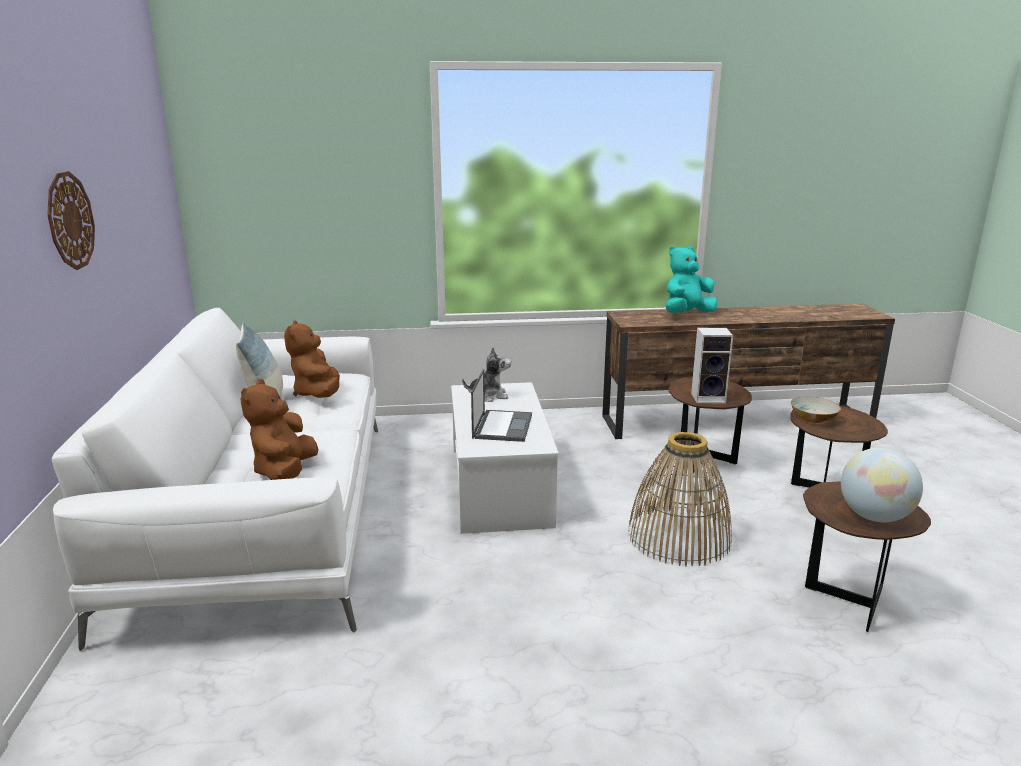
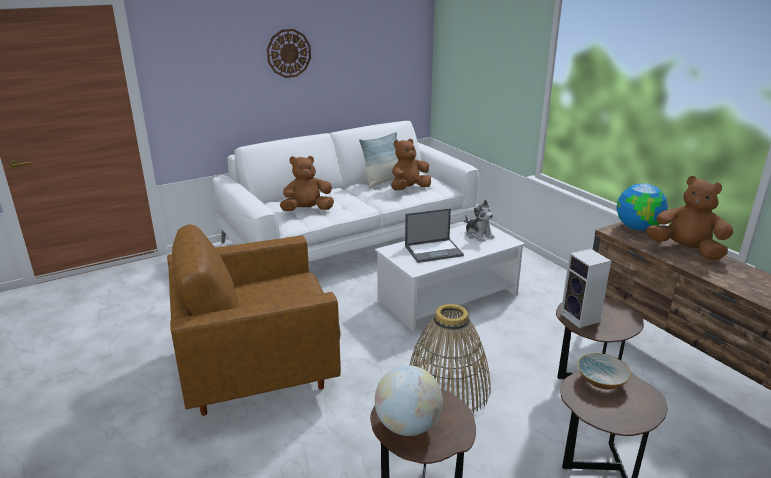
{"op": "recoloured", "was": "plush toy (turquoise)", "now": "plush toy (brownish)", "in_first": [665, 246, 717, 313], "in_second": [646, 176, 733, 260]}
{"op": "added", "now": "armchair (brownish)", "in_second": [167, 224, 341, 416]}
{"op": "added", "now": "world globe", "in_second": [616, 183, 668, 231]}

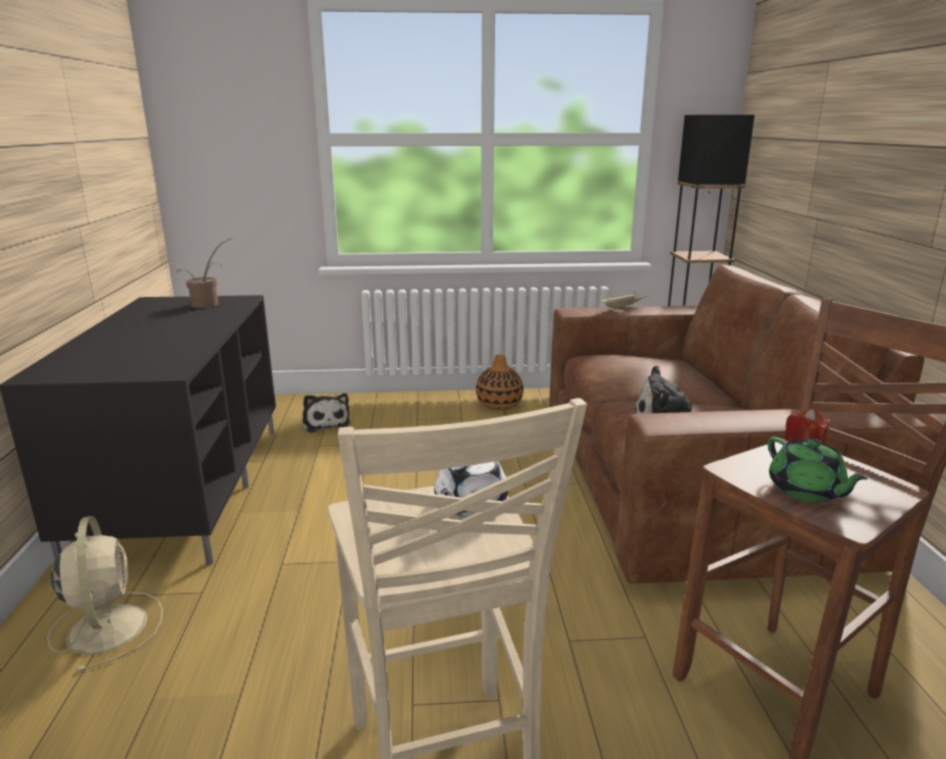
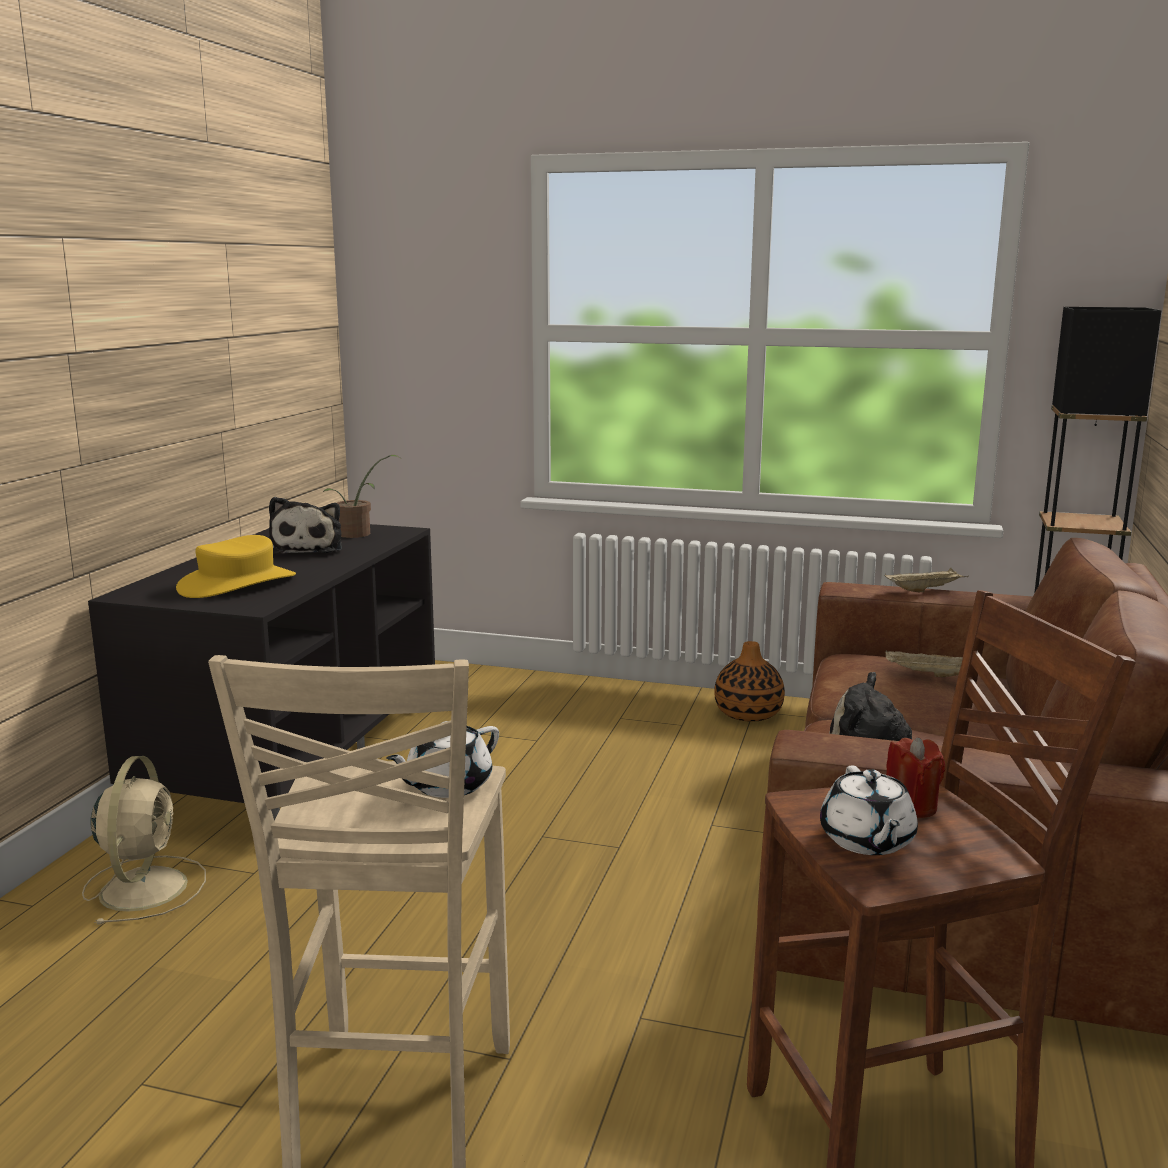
{"op": "moved", "was": "plush toy", "in_first": [303, 393, 350, 433], "in_second": [269, 497, 342, 554]}
{"op": "recoloured", "was": "tea pot (greenish)", "now": "tea pot (white-coloured)", "in_first": [768, 437, 868, 503], "in_second": [820, 765, 918, 855]}
{"op": "added", "now": "clothing hat (yellow)", "in_second": [176, 535, 296, 598]}
{"op": "added", "now": "tray (sand-coloured)", "in_second": [885, 650, 963, 677]}

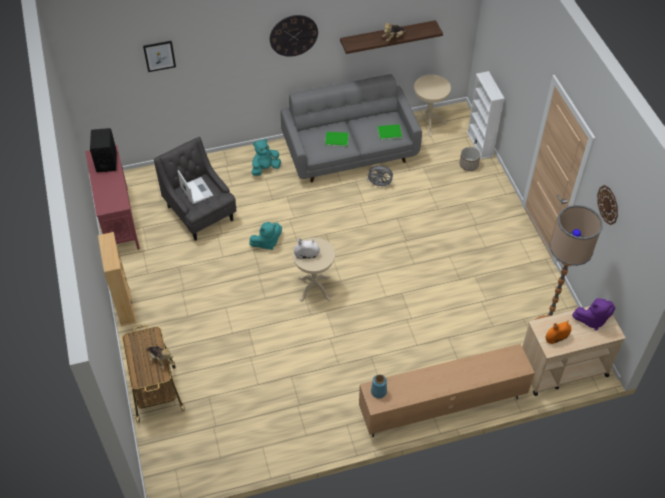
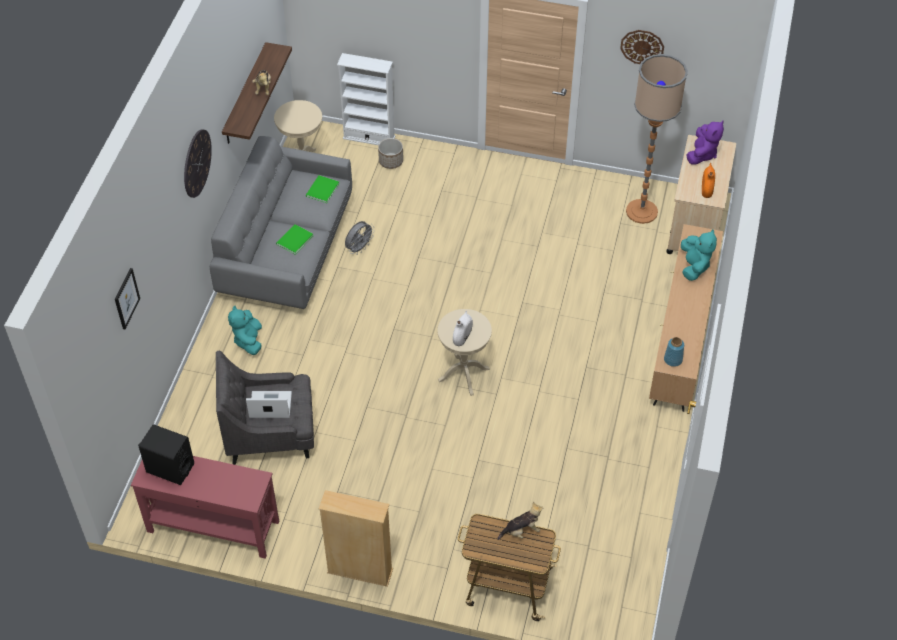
{"op": "moved", "was": "plush toy (turquoise)", "in_first": [249, 222, 282, 250], "in_second": [681, 229, 717, 281]}

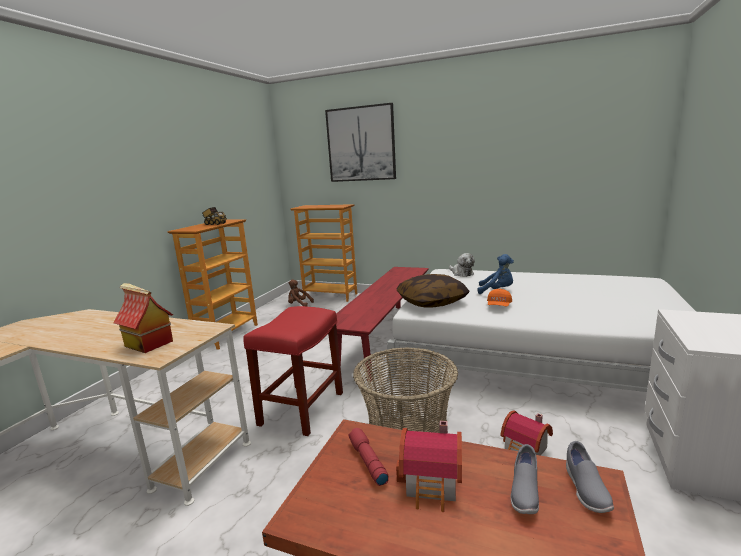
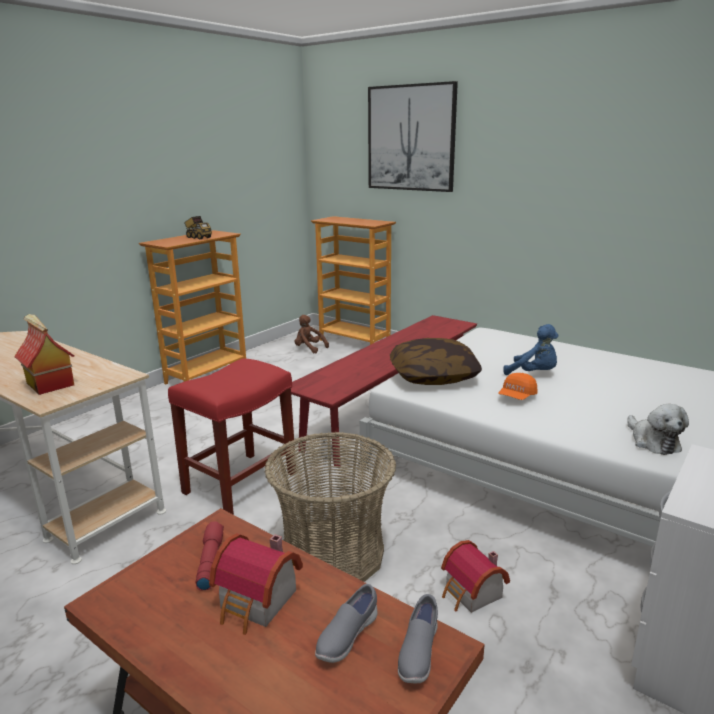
{"op": "moved", "was": "plush toy", "in_first": [449, 253, 475, 277], "in_second": [627, 404, 689, 455]}

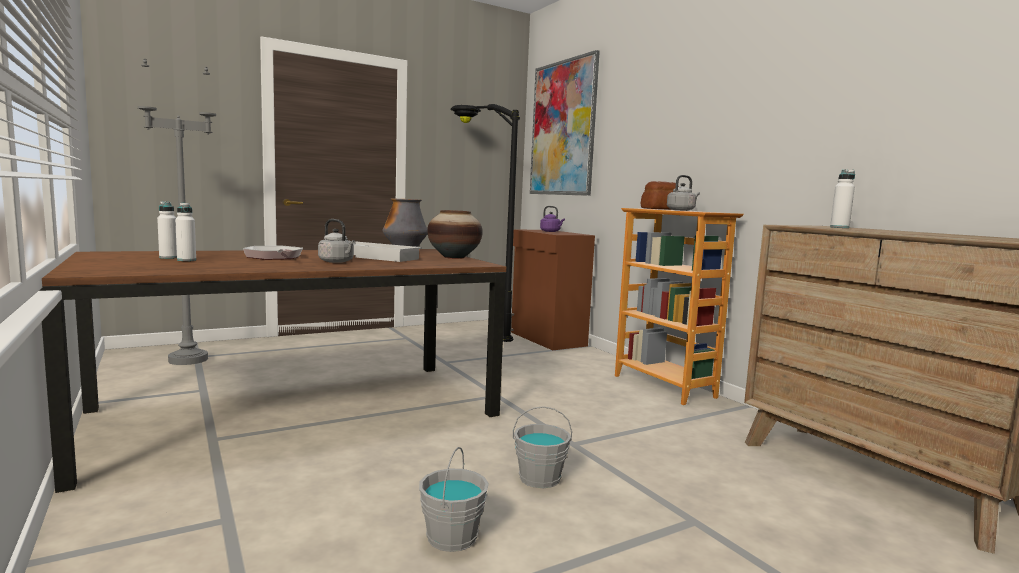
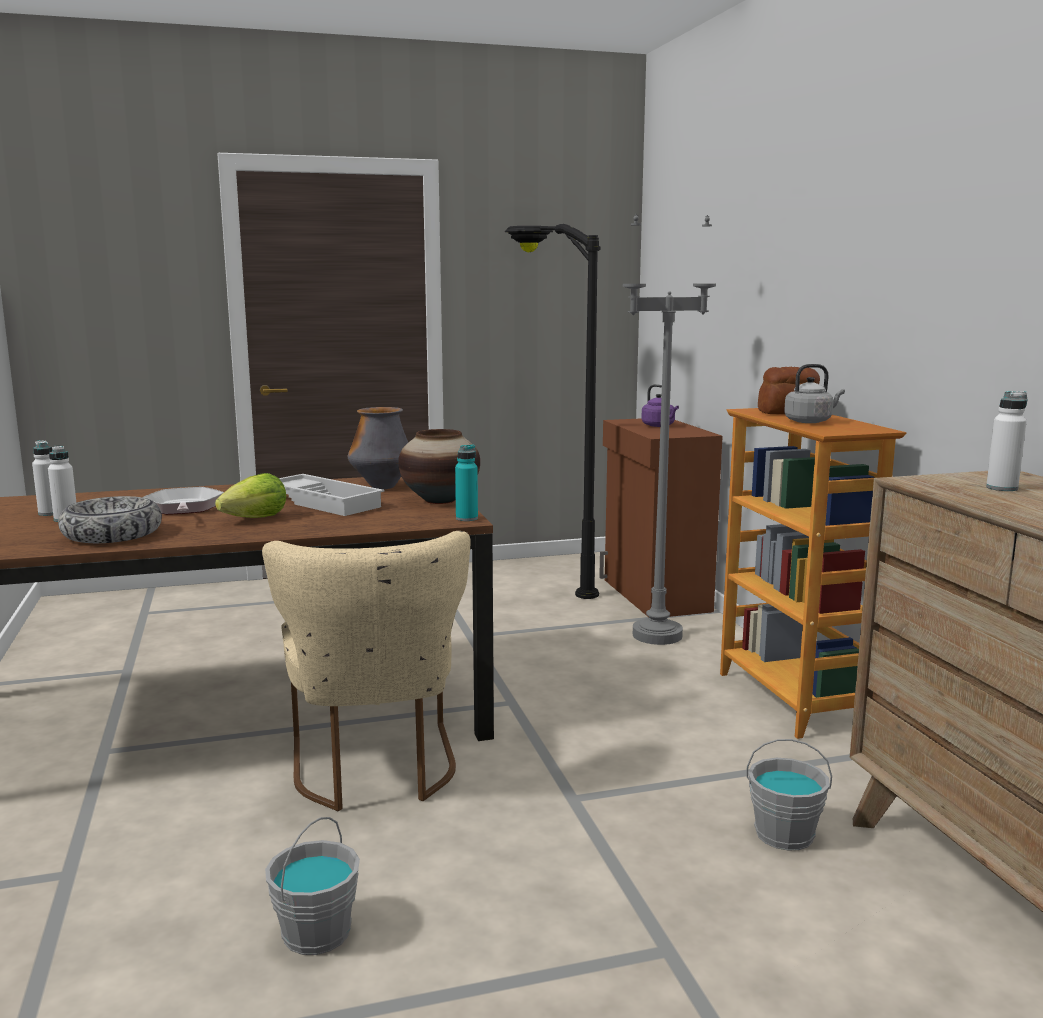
{"op": "moved", "was": "floor lamp (greyish)", "in_first": [138, 58, 216, 365], "in_second": [623, 214, 716, 645]}
{"op": "replaced", "was": "water kettle (greyish)", "now": "lettuce head", "in_first": [318, 219, 355, 263], "in_second": [215, 473, 286, 518]}
{"op": "moved", "was": "water bucket (greyish)", "in_first": [513, 406, 572, 488], "in_second": [746, 739, 832, 851]}
{"op": "removed", "was": "picture", "in_first": [530, 50, 600, 196]}
{"op": "added", "now": "deep dish", "in_second": [58, 496, 162, 543]}
{"op": "added", "now": "chair (sand-coloured)", "in_second": [262, 531, 470, 811]}
{"op": "added", "now": "bottle (turquoise)", "in_second": [455, 444, 478, 521]}

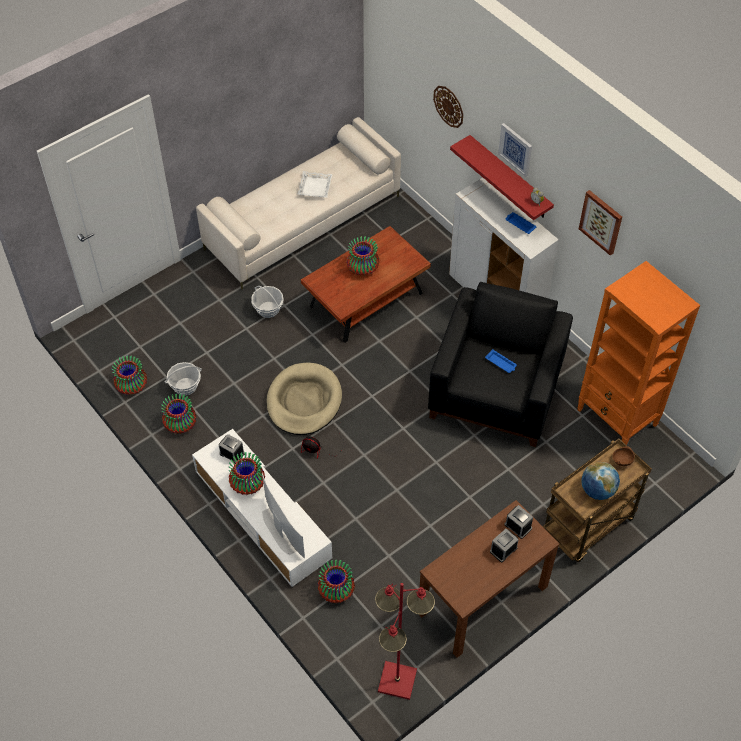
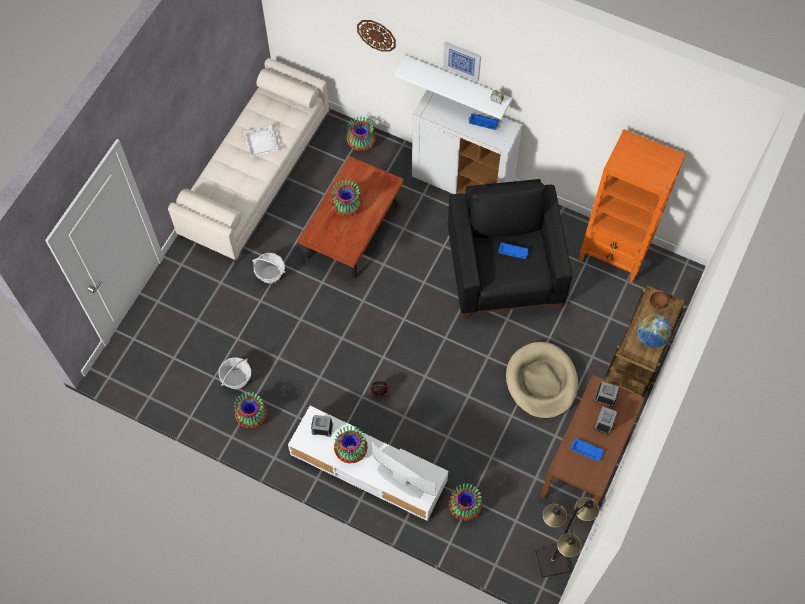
{"op": "moved", "was": "flower vase", "in_first": [112, 355, 147, 395], "in_second": [347, 116, 376, 151]}
{"op": "moved", "was": "pet bed (sand-coloured)", "in_first": [267, 363, 342, 435], "in_second": [506, 342, 578, 419]}
{"op": "recoloured", "was": "floor lamp (reddish)", "now": "floor lamp (black)", "in_first": [375, 583, 435, 700], "in_second": [535, 497, 599, 578]}
{"op": "recoloured", "was": "bracket shelf (reddish)", "now": "bracket shelf (white-coloured)", "in_first": [450, 135, 554, 220], "in_second": [394, 55, 512, 119]}
{"op": "removed", "was": "picture", "in_first": [579, 190, 622, 256]}
{"op": "added", "now": "tray (blue-coloured)", "in_second": [571, 438, 604, 461]}

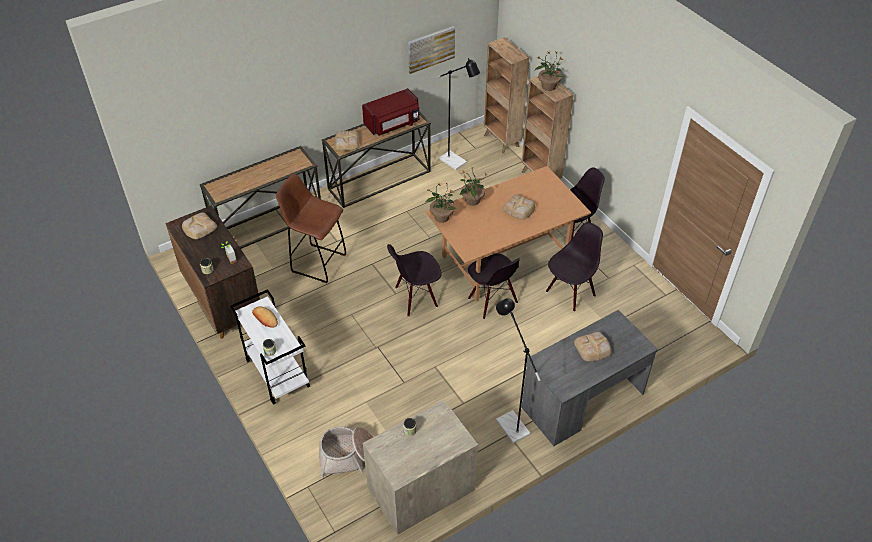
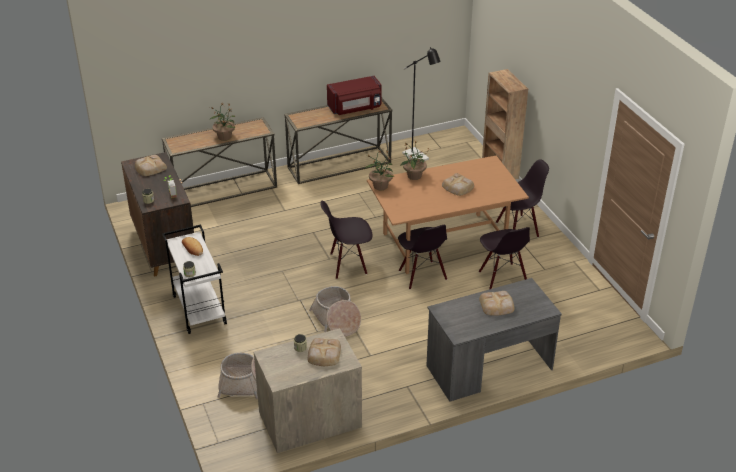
{"op": "removed", "was": "stool (brownish)", "in_first": [276, 174, 346, 283]}
{"op": "moved", "was": "bakery bread", "in_first": [334, 130, 359, 151], "in_second": [308, 338, 341, 366]}
{"op": "removed", "was": "picture", "in_first": [408, 26, 455, 74]}
{"op": "removed", "was": "bookcase (brownish)", "in_first": [484, 37, 529, 153]}
{"op": "removed", "was": "floor lamp (black)", "in_first": [496, 298, 541, 443]}
{"op": "moved", "was": "houseplant", "in_first": [535, 51, 564, 91], "in_second": [209, 102, 236, 141]}
{"op": "turned", "was": "chair (black)", "in_first": [546, 222, 603, 312], "in_second": [479, 227, 530, 289], "clockwise": 105}
{"op": "added", "now": "storage basket", "in_second": [309, 286, 361, 337]}

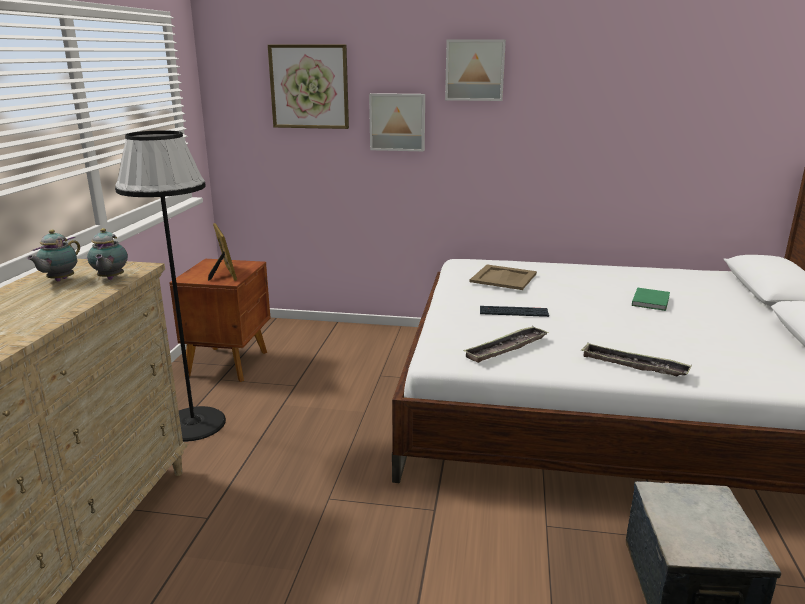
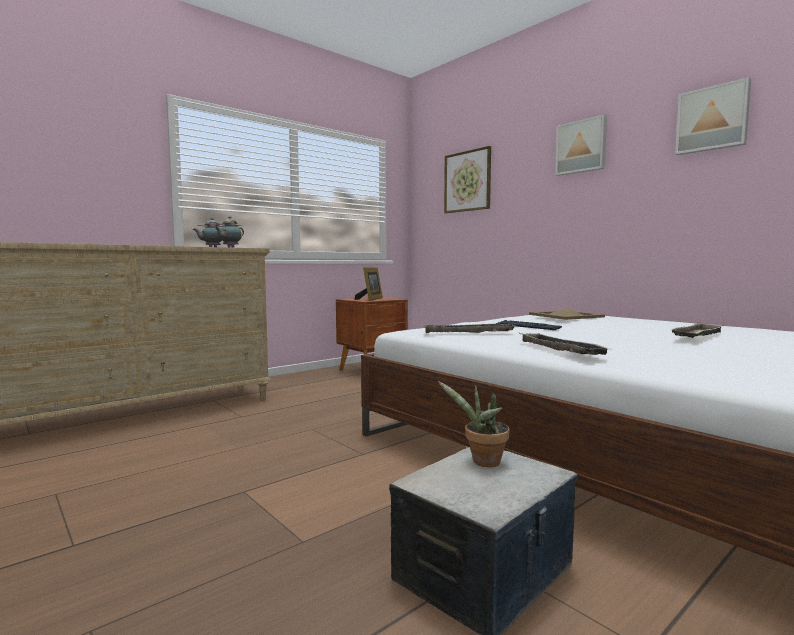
{"op": "removed", "was": "floor lamp (black)", "in_first": [115, 130, 226, 442]}
{"op": "moved", "was": "picture", "in_first": [369, 93, 425, 151], "in_second": [675, 77, 751, 155]}
{"op": "replaced", "was": "book (greenish)", "now": "tray", "in_first": [632, 288, 670, 311], "in_second": [671, 322, 723, 338]}
{"op": "added", "now": "houseplant", "in_second": [438, 381, 510, 467]}

